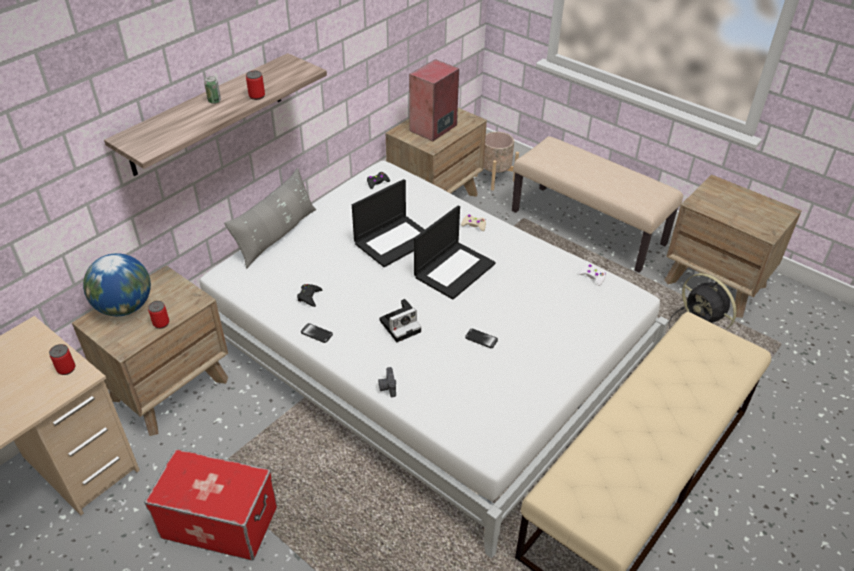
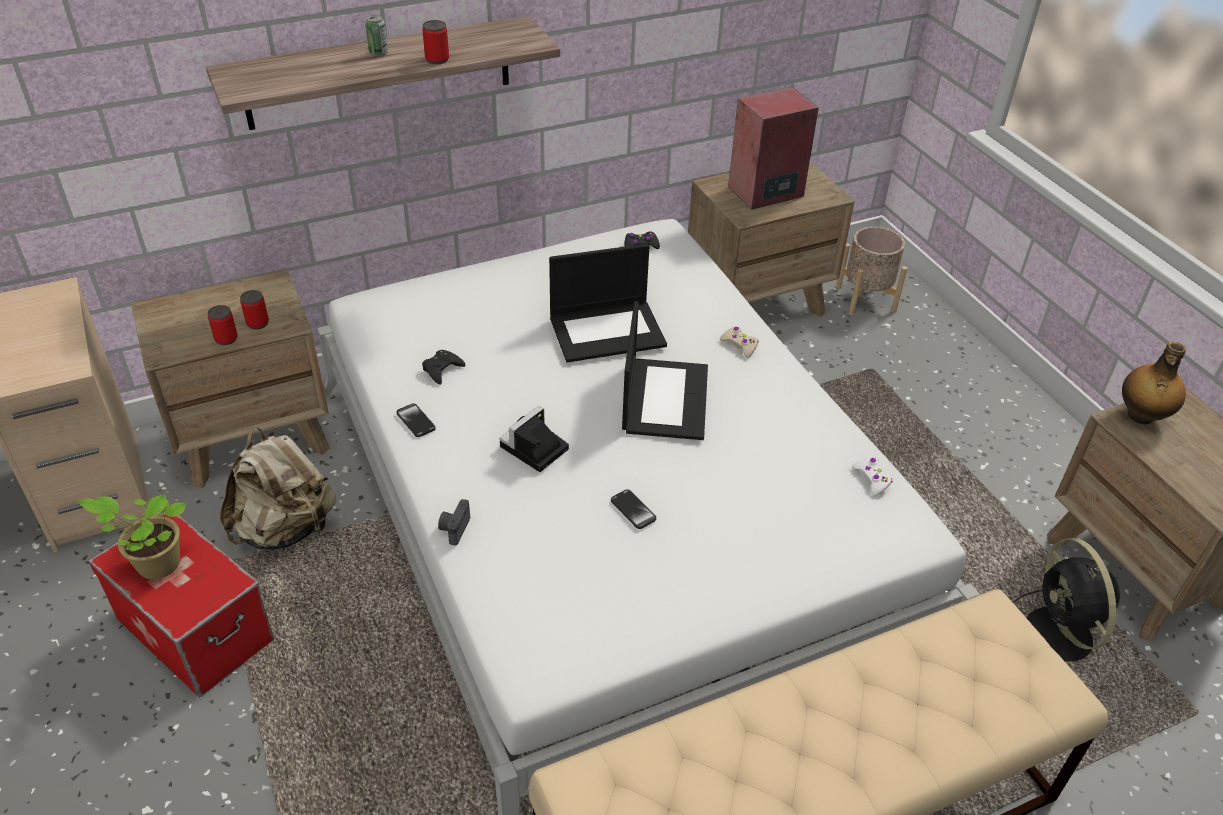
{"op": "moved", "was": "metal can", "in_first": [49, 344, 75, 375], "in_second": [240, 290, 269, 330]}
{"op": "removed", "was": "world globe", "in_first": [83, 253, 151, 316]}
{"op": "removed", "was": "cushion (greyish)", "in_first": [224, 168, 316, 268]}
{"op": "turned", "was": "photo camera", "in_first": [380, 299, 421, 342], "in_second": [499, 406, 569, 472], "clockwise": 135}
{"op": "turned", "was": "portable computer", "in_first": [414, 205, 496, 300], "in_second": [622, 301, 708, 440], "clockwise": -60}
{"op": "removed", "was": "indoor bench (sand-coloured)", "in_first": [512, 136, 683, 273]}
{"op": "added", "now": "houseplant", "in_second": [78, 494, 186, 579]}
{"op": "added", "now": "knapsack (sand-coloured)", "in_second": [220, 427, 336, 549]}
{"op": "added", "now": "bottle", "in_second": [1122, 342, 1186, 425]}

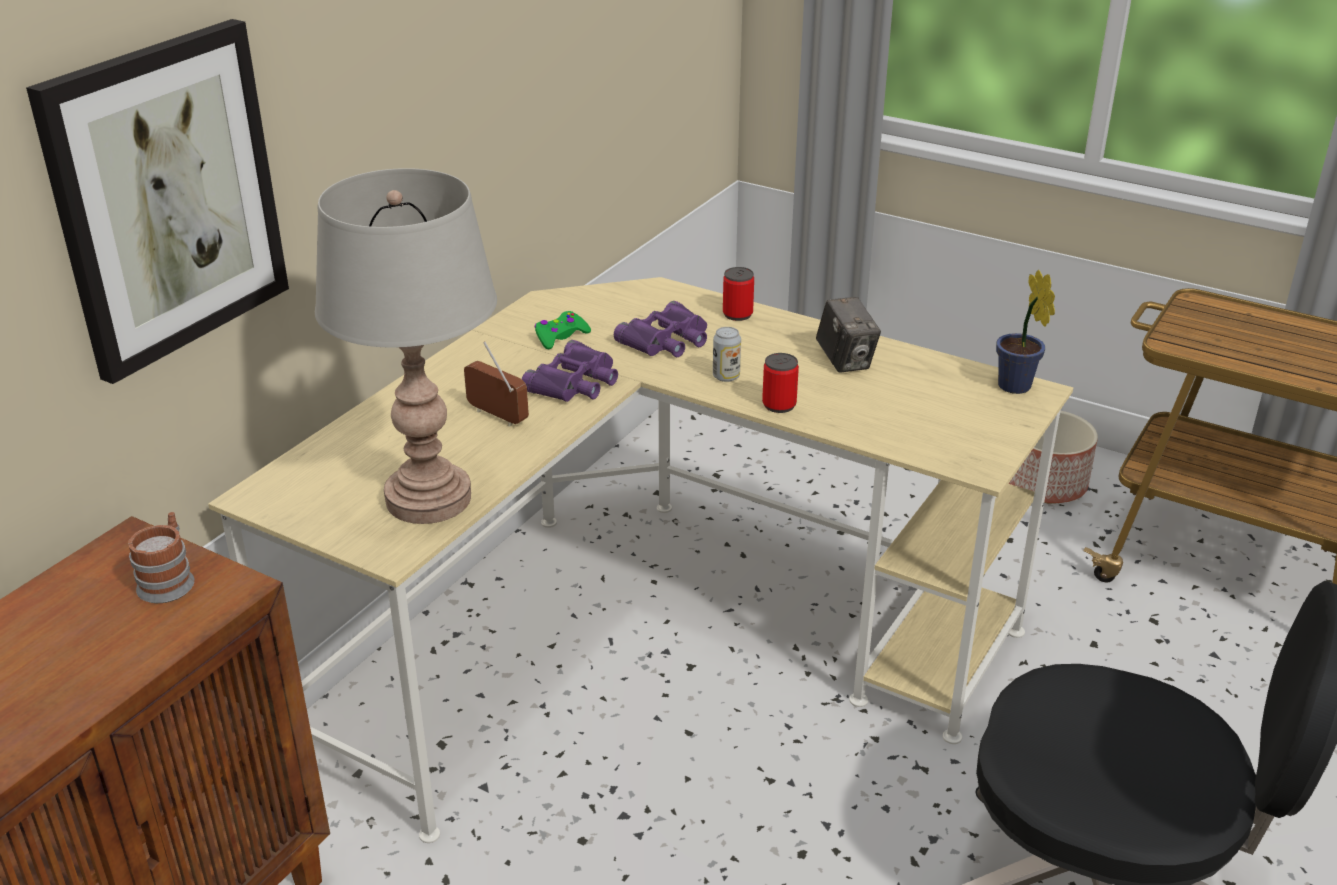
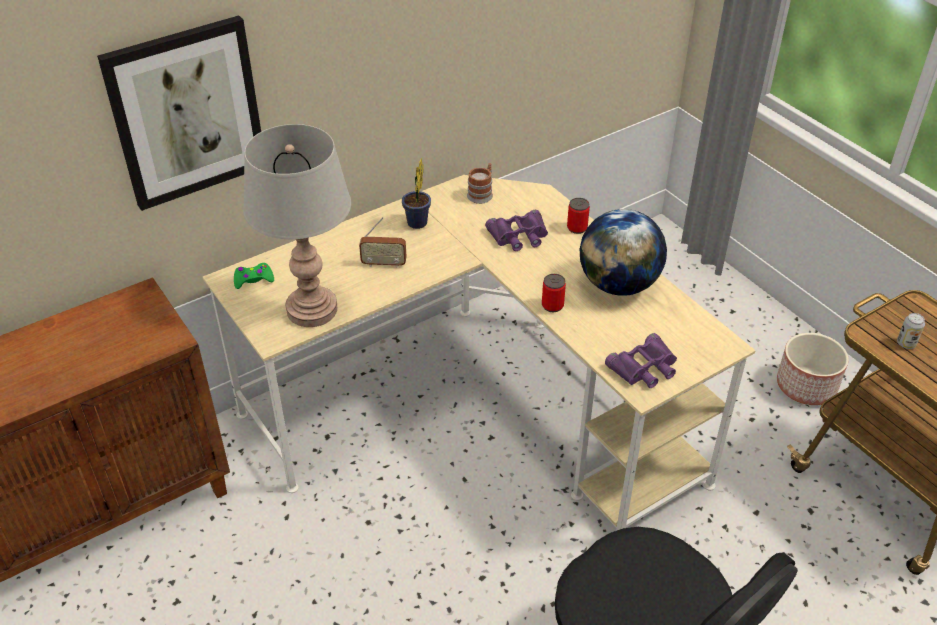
{"op": "moved", "was": "mug", "in_first": [128, 512, 195, 603], "in_second": [467, 163, 493, 204]}
{"op": "turned", "was": "radio", "in_first": [464, 342, 529, 426], "in_second": [359, 217, 407, 268], "clockwise": 120}
{"op": "moved", "was": "binoculars (purple-coloured)", "in_first": [522, 340, 618, 402], "in_second": [605, 333, 677, 388]}
{"op": "moved", "was": "gamepad (greenish)", "in_first": [534, 311, 591, 349], "in_second": [234, 263, 274, 289]}
{"op": "moved", "was": "metal can", "in_first": [713, 327, 741, 382], "in_second": [897, 313, 925, 349]}
{"op": "replaced", "was": "photo camera", "now": "world globe", "in_first": [816, 297, 881, 373], "in_second": [580, 209, 667, 296]}
{"op": "moved", "was": "houseplant", "in_first": [996, 270, 1055, 394], "in_second": [402, 158, 431, 229]}

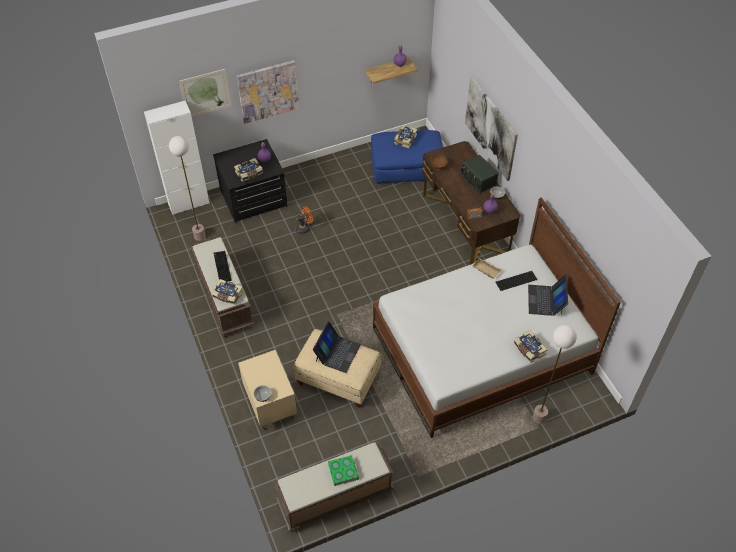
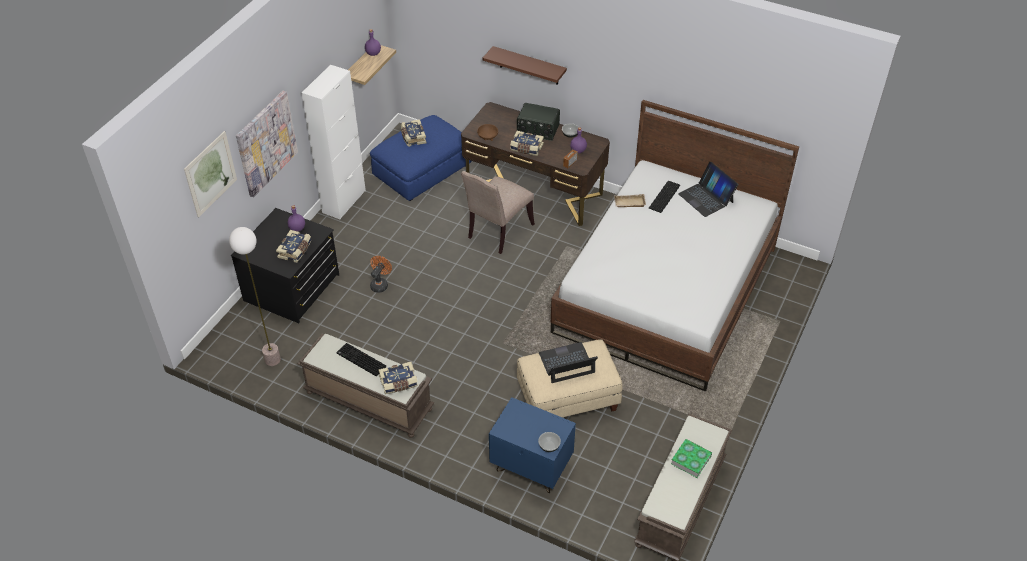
{"op": "moved", "was": "storage cabinet (white-coloured)", "in_first": [144, 101, 210, 215], "in_second": [302, 65, 366, 220]}
{"op": "recoloured", "was": "bedside table (sand-coloured)", "now": "bedside table (blue-coloured)", "in_first": [238, 350, 297, 429], "in_second": [489, 397, 576, 493]}
{"op": "turned", "was": "portable computer", "in_first": [313, 321, 361, 373], "in_second": [539, 342, 598, 383], "clockwise": -90}
{"op": "replaced", "was": "picture", "now": "bracket shelf (brownish)", "in_first": [465, 77, 518, 181], "in_second": [483, 46, 567, 85]}
{"op": "moved", "was": "book", "in_first": [514, 330, 548, 363], "in_second": [510, 131, 544, 156]}
{"op": "removed", "was": "floor lamp", "in_first": [533, 325, 577, 424]}
{"op": "added", "now": "chair (sand-coloured)", "in_second": [461, 171, 535, 254]}

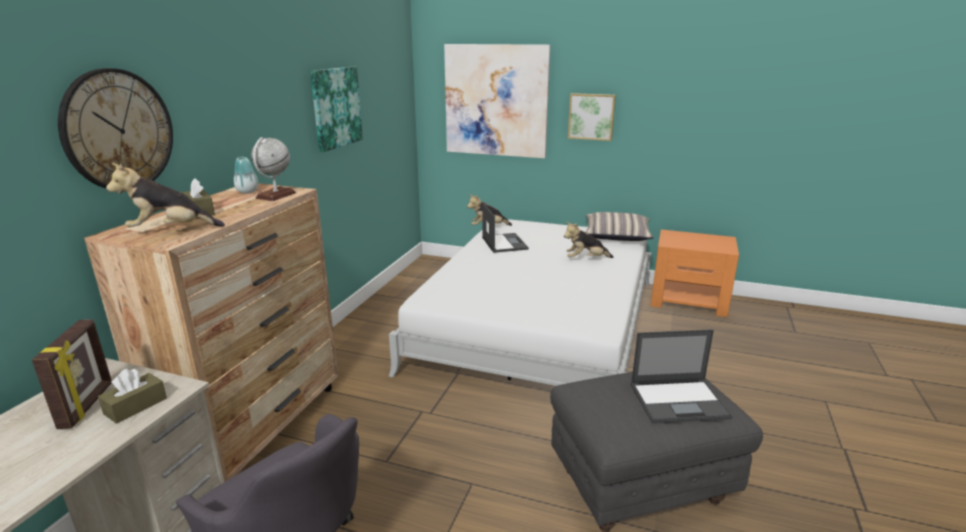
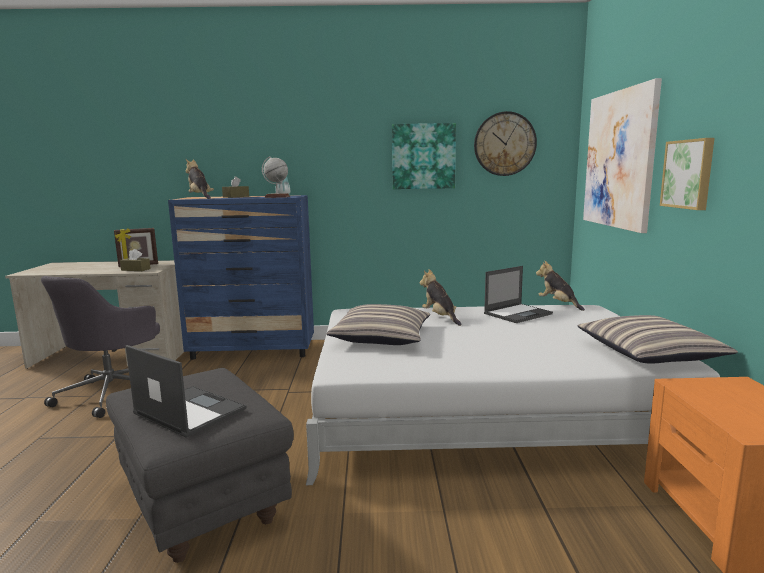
{"op": "moved", "was": "clock on the wall", "in_first": [58, 68, 173, 188], "in_second": [474, 111, 537, 176]}
{"op": "recoloured", "was": "drawer chest (brownish)", "now": "drawer chest (blue-coloured)", "in_first": [84, 183, 338, 482], "in_second": [168, 195, 314, 360]}
{"op": "moved", "was": "plush toy", "in_first": [564, 222, 613, 258], "in_second": [420, 269, 461, 326]}
{"op": "turned", "was": "portable computer", "in_first": [631, 329, 733, 424], "in_second": [126, 345, 246, 438], "clockwise": 150}
{"op": "added", "now": "cushion", "in_second": [326, 304, 430, 345]}

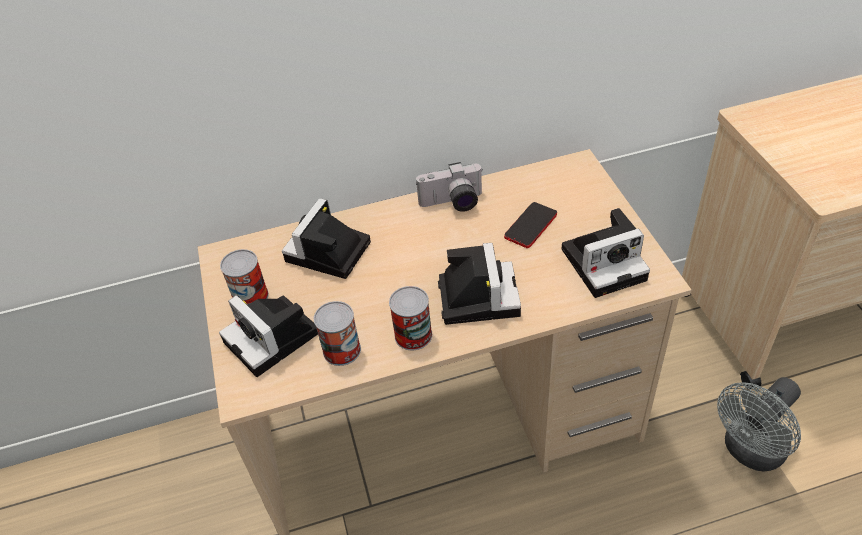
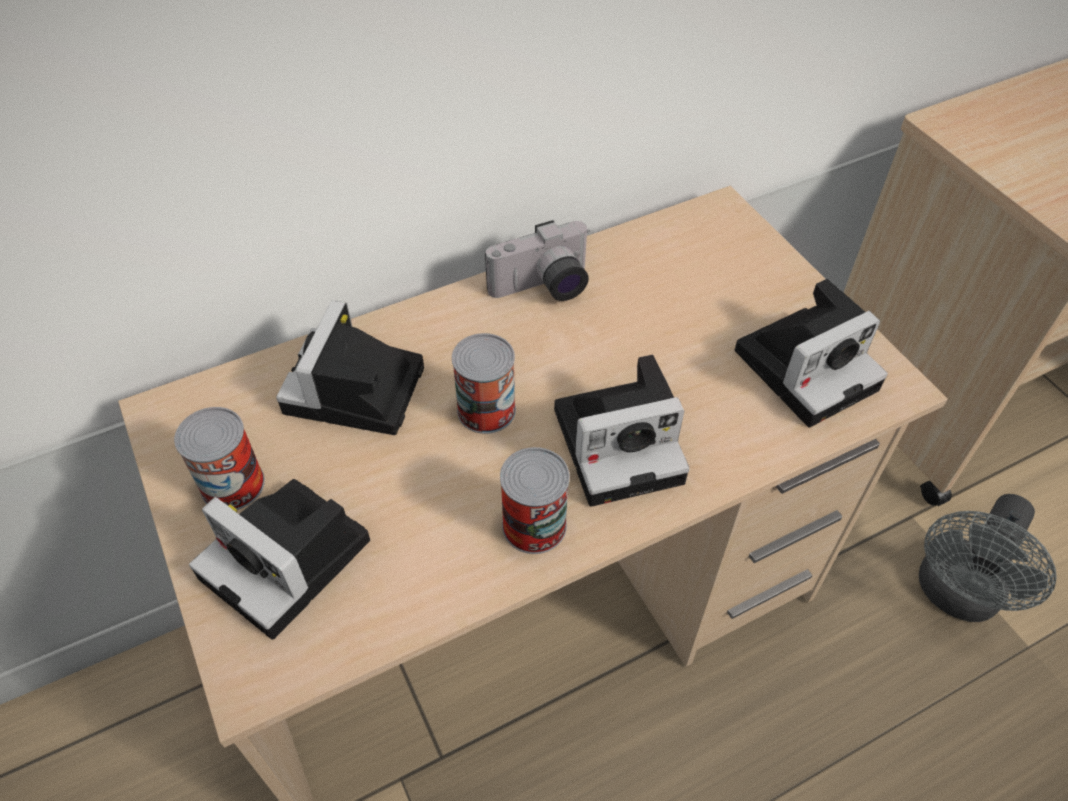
{"op": "moved", "was": "metal can", "in_first": [314, 301, 361, 366], "in_second": [452, 333, 516, 434]}
{"op": "turned", "was": "photo camera", "in_first": [438, 243, 521, 325], "in_second": [554, 355, 690, 507], "clockwise": 90}
{"op": "removed", "was": "telephone", "in_first": [504, 202, 557, 248]}

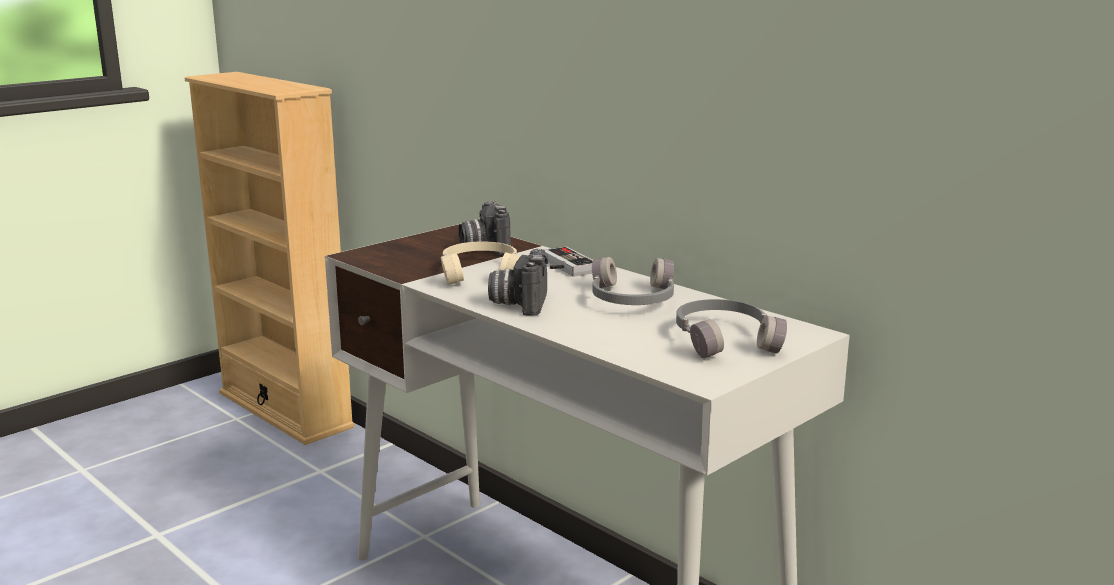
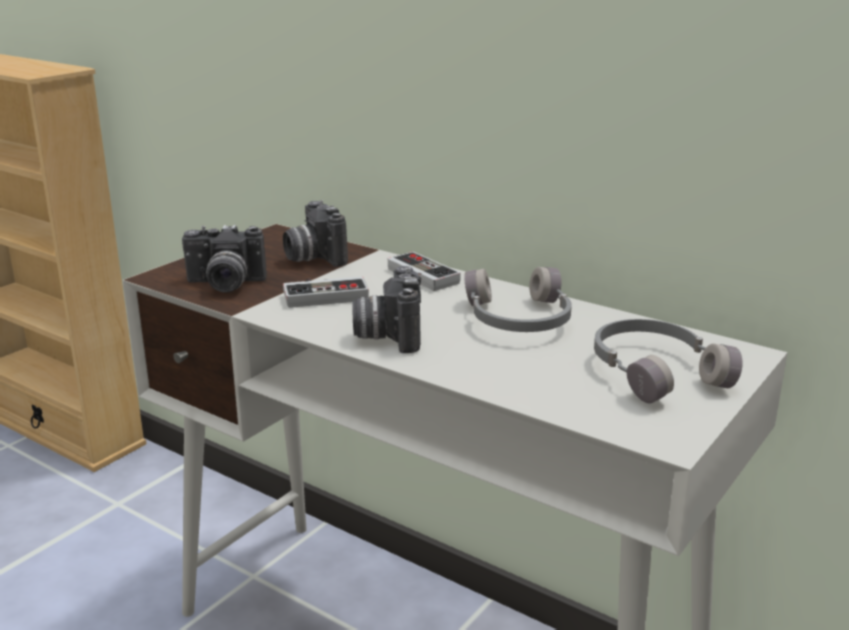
{"op": "replaced", "was": "headphones (sand-coloured)", "now": "gamepad", "in_first": [441, 241, 521, 285], "in_second": [283, 276, 369, 308]}
{"op": "added", "now": "photo camera", "in_second": [182, 225, 267, 293]}

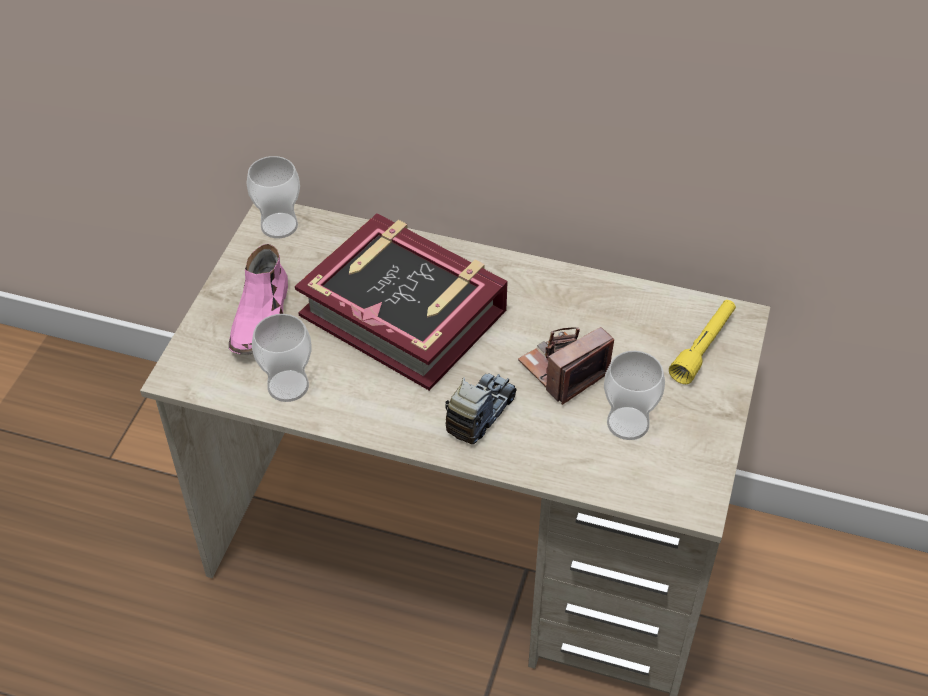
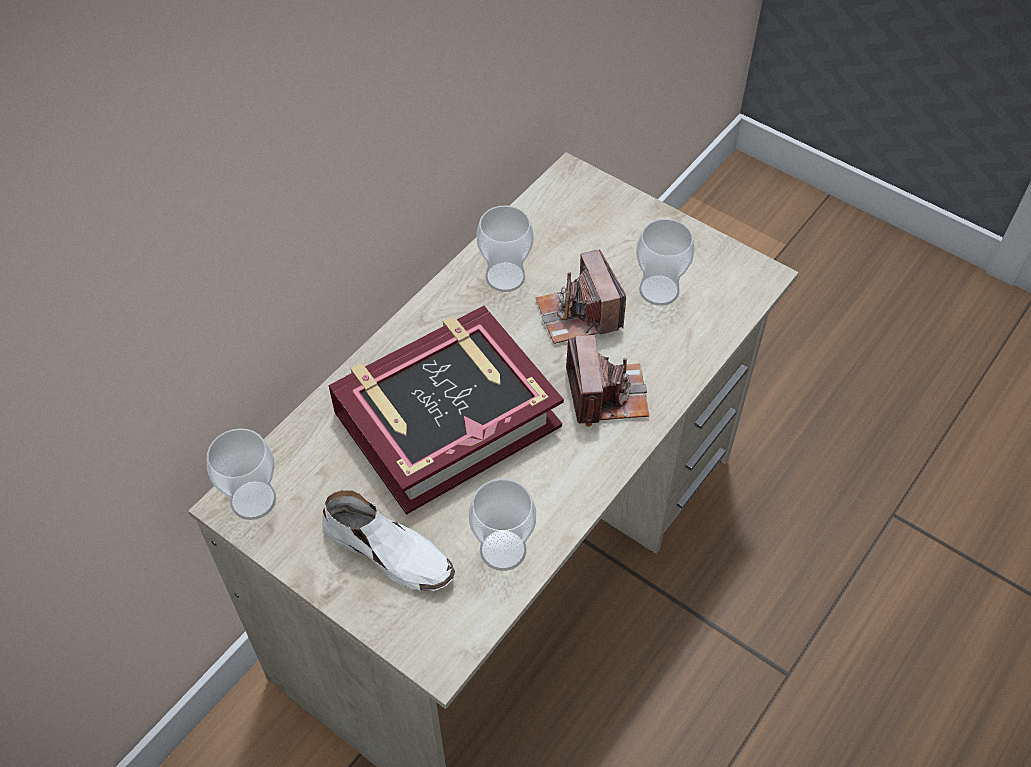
{"op": "recoloured", "was": "low shoe (pinkish)", "now": "low shoe (white-coloured)", "in_first": [229, 244, 288, 355], "in_second": [322, 490, 455, 591]}
{"op": "replaced", "was": "model truck", "now": "photo camera", "in_first": [445, 373, 517, 444], "in_second": [566, 335, 649, 427]}
{"op": "removed", "was": "flashlight (yellow)", "in_first": [669, 300, 736, 384]}
{"op": "added", "now": "cup", "in_second": [476, 205, 534, 292]}

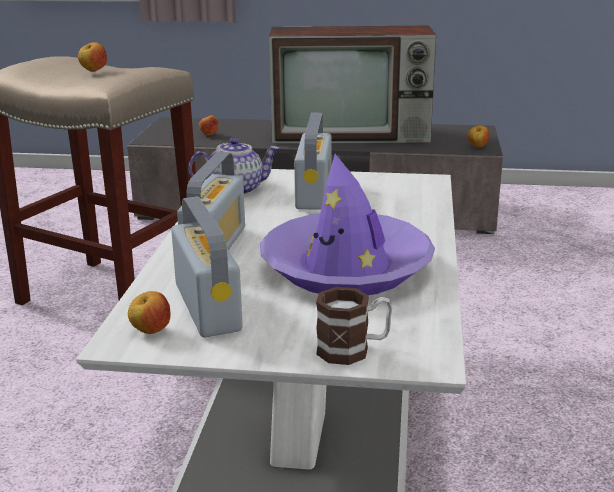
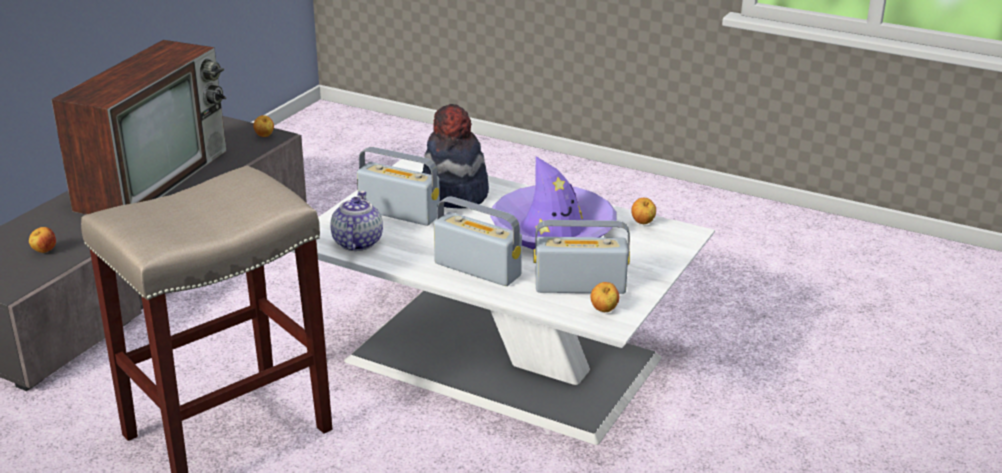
{"op": "moved", "was": "apple", "in_first": [78, 42, 107, 72], "in_second": [631, 198, 656, 224]}
{"op": "removed", "was": "mug", "in_first": [316, 287, 392, 365]}
{"op": "added", "now": "clothing hat", "in_second": [422, 104, 489, 209]}

